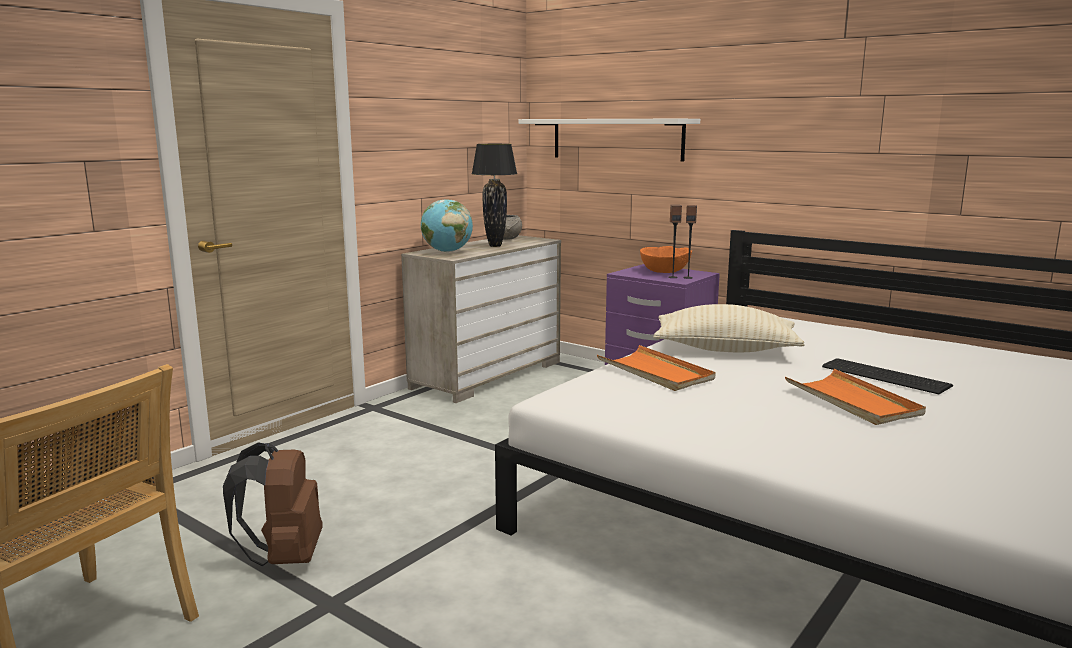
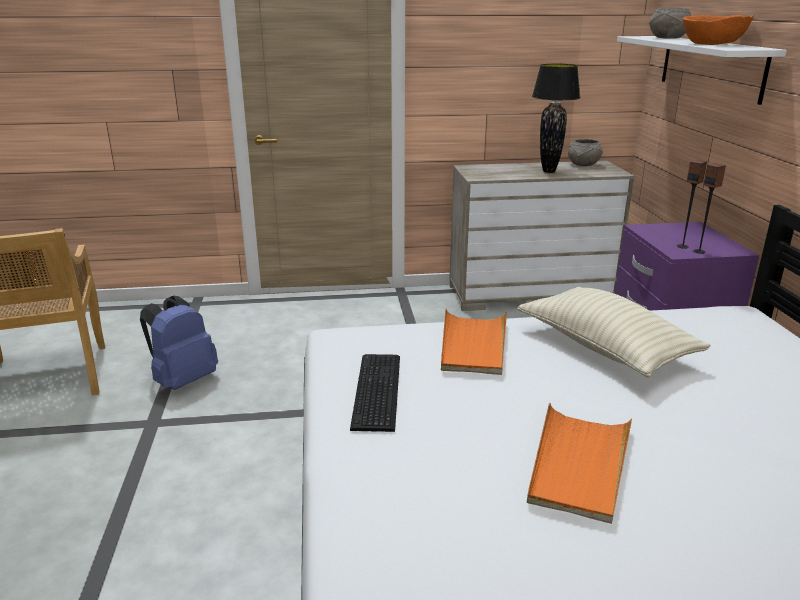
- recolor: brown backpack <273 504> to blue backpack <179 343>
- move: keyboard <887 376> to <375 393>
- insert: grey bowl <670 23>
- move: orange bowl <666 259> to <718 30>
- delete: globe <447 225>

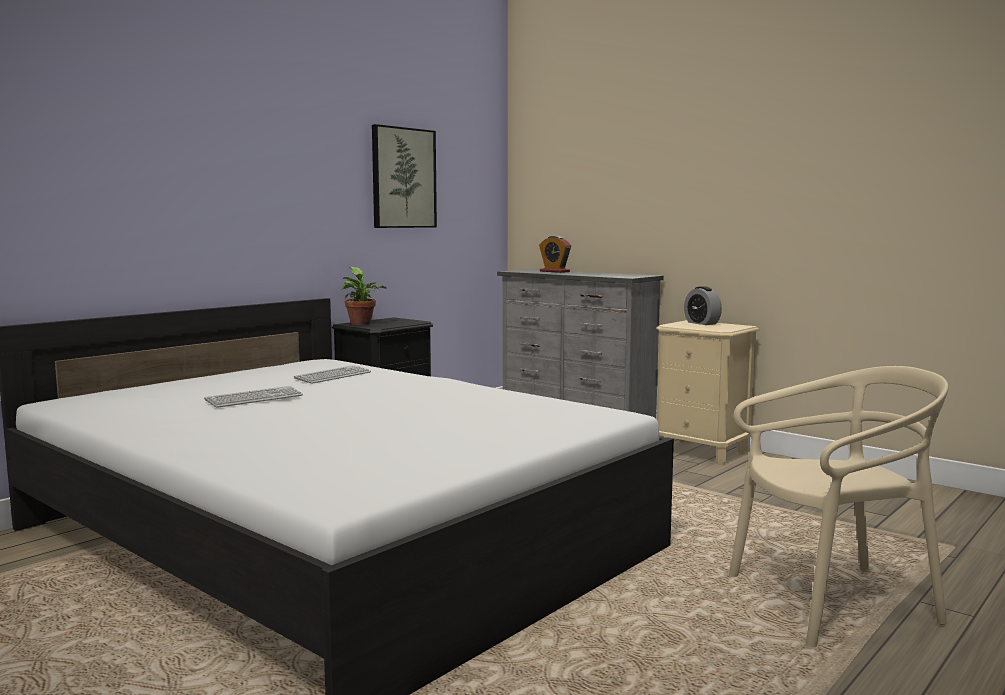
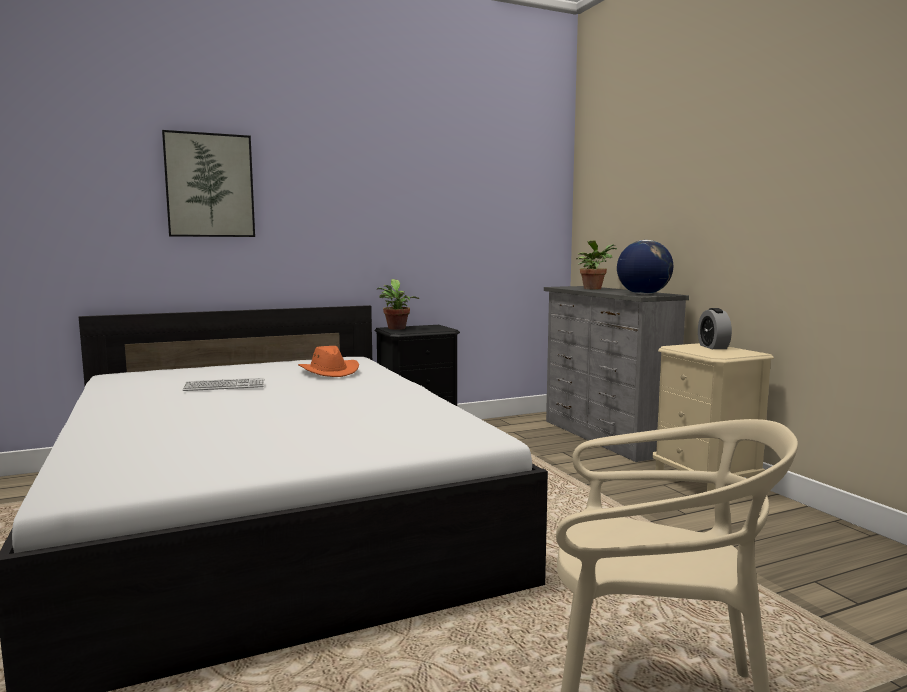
- move: picture <404 176> to <208 183>
- replace: keyboard <332 374> to orange hat <328 361>
- replace: alarm clock <555 254> to potted plant <596 265>
- insert: globe <645 267>

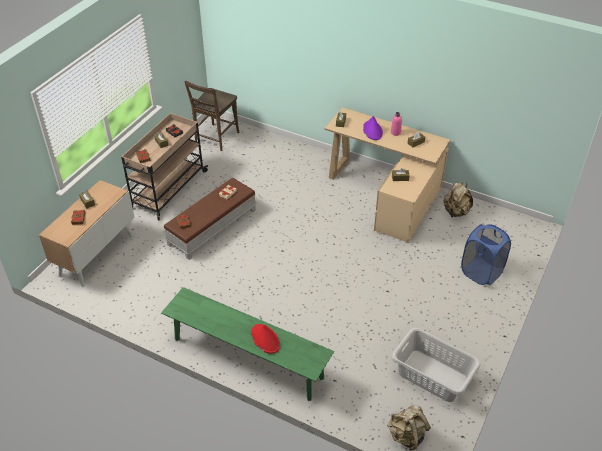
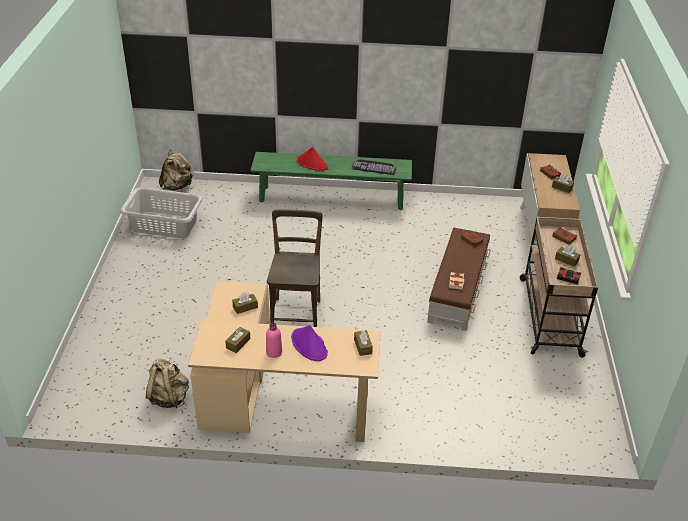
- move: brown chair <212 116> to <295 268>
- insert: keyboard <373 167>
- delete: blue laundry basket <486 254>

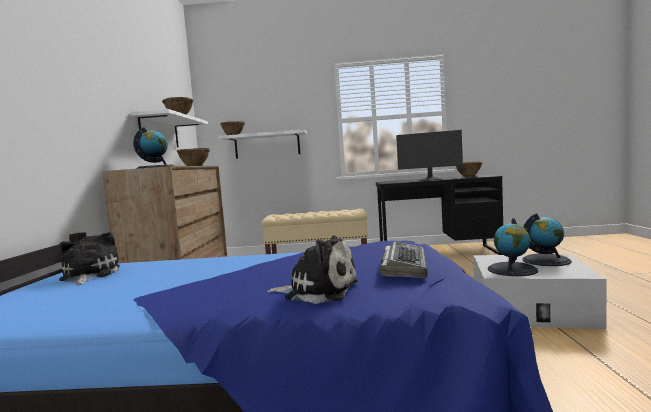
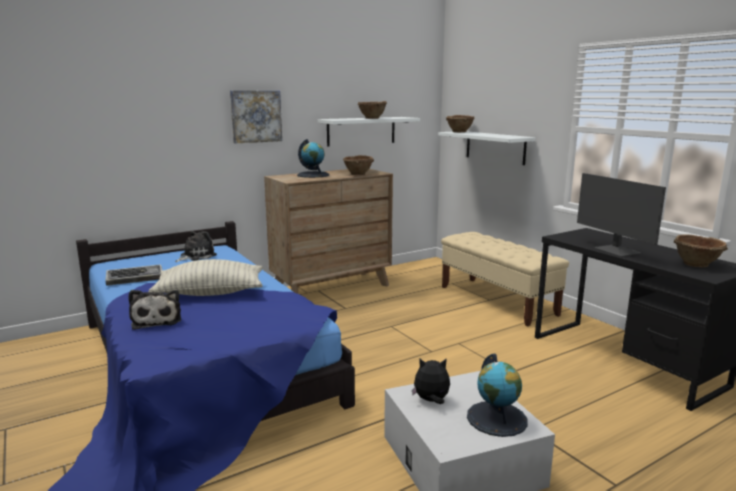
- move: keyboard <403 259> to <134 275>
- insert: pillow <205 277>
- insert: picture <256 116>
- replace: globe <513 247> to plush toy <431 381>

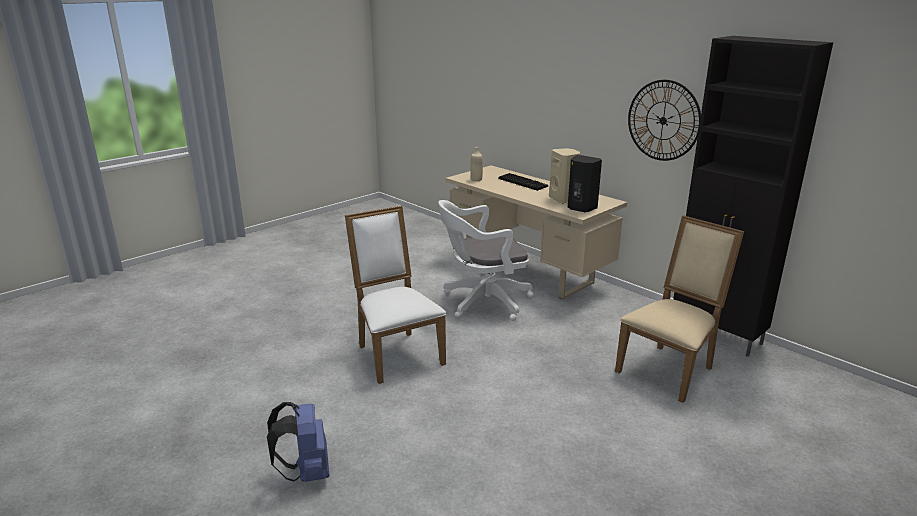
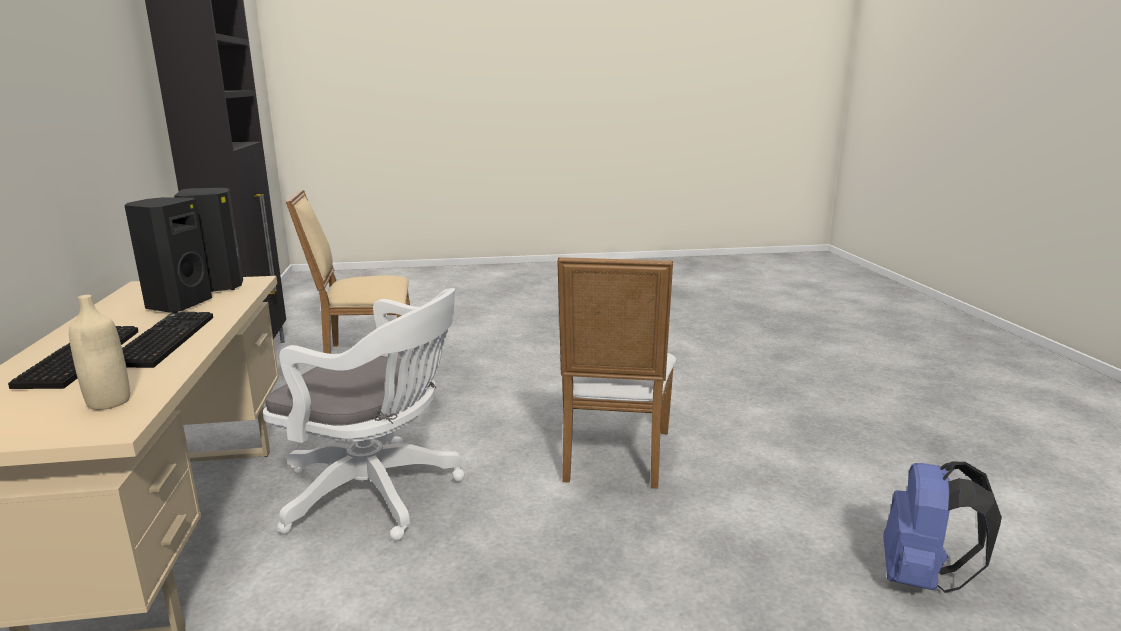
- insert: keyboard <167 340>
- recolor: beige speaker <564 175> to black speaker <168 255>
- move: blue backpack <298 442> to <942 527>
- delete: wall clock <664 120>

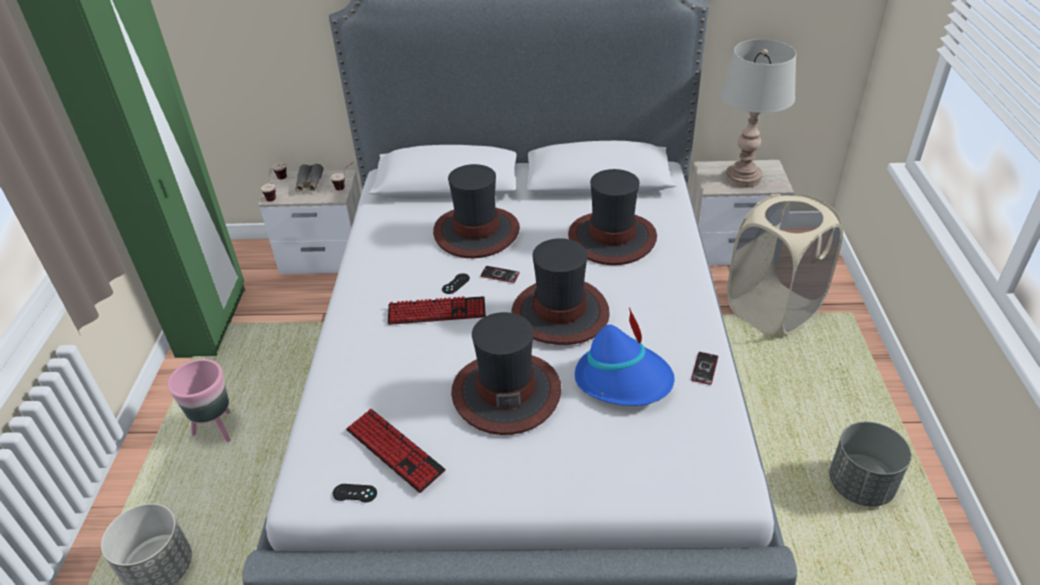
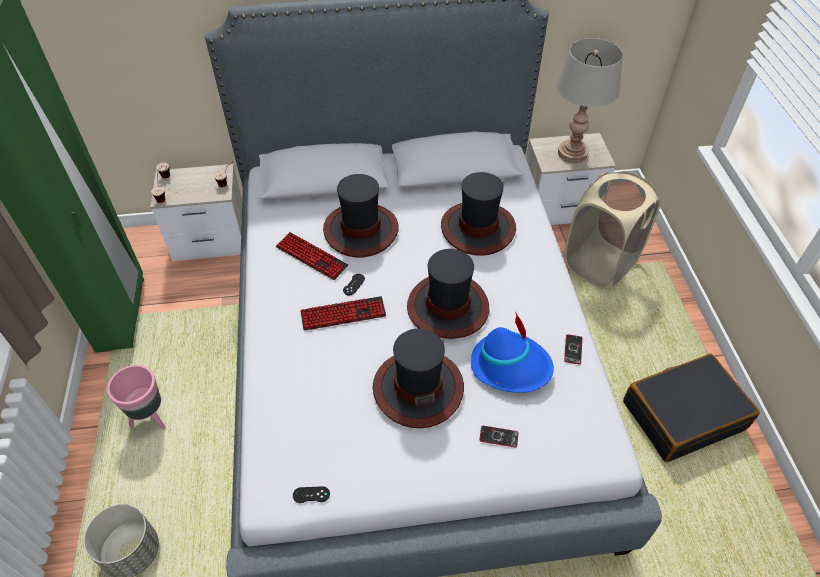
- move: keyboard <396 451> to <312 256>
- move: phone <500 274> to <498 437>
- replace: grey planter <870 464> to black suitcase <691 408>
- delete: grey binoculars <310 178>

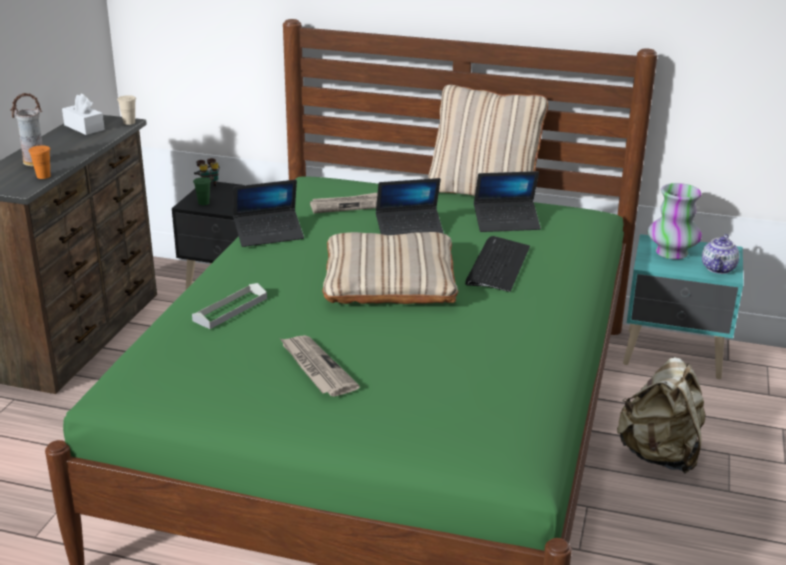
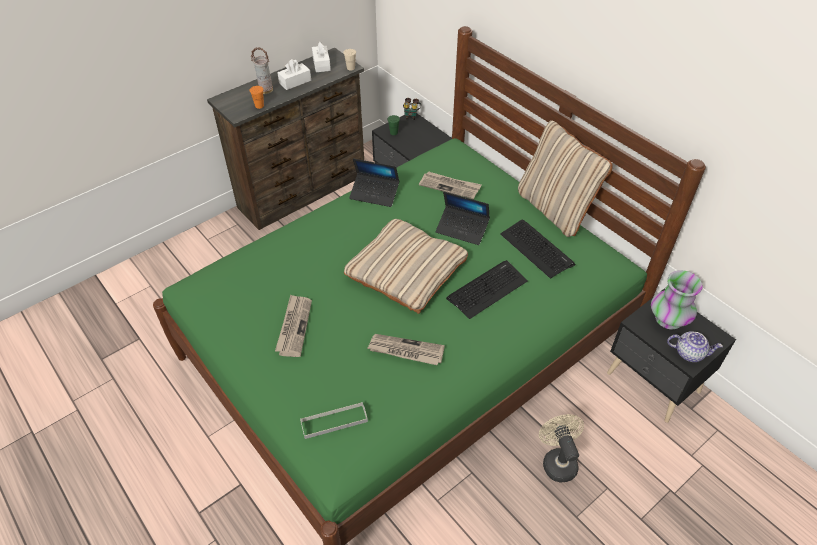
- insert: white tissue box <294 74>
- move: grey tray <229 306> to <334 420>
- insert: newspaper <406 349>
- replace: laptop <507 201> to keyboard <537 249>
- replace: beige backpack <661 415> to beige fan <561 448>
- recolor: turquoise nightstand <683 306> to black nightstand <671 356>
- rotate: teapot <720 254> = <695 347> 135 degrees counterclockwise

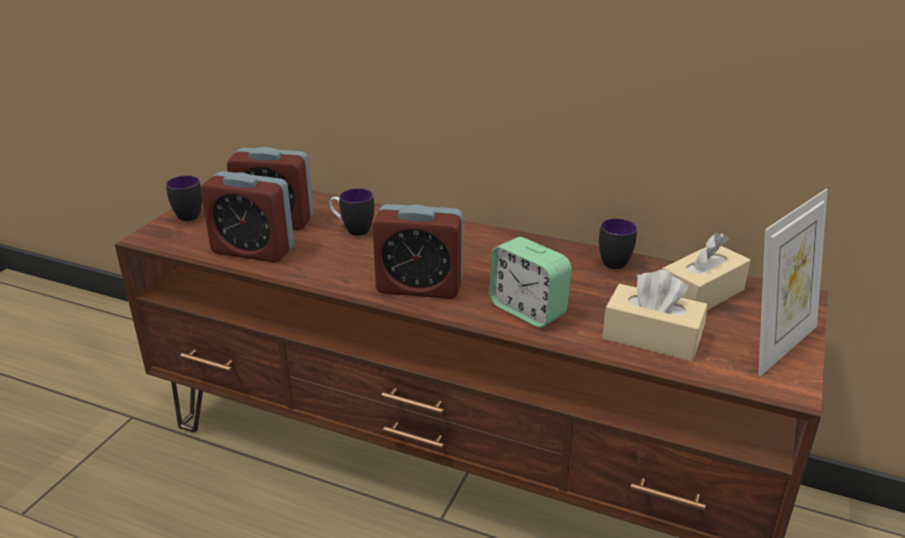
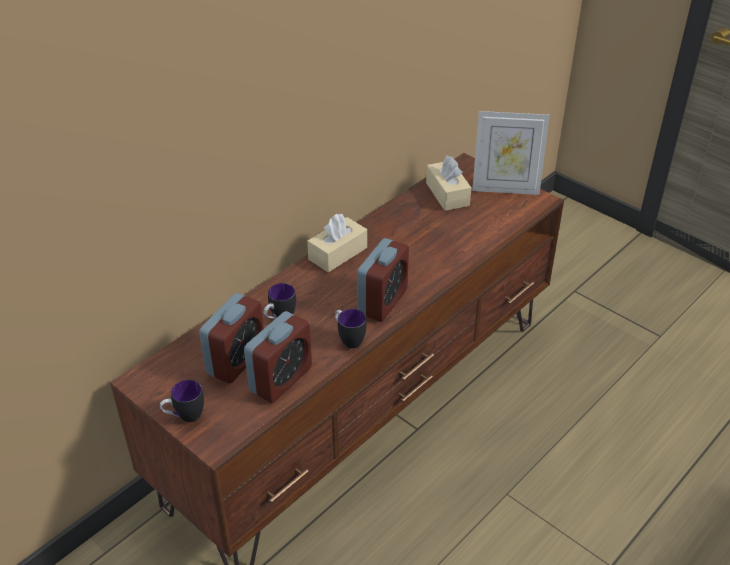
- move: beige tissue box <655 316> to <337 243>
- move: mug <618 243> to <351 328>
- rotate: picture frame <793 283> = <511 153> 120 degrees clockwise
- delete: alarm clock <530 282>

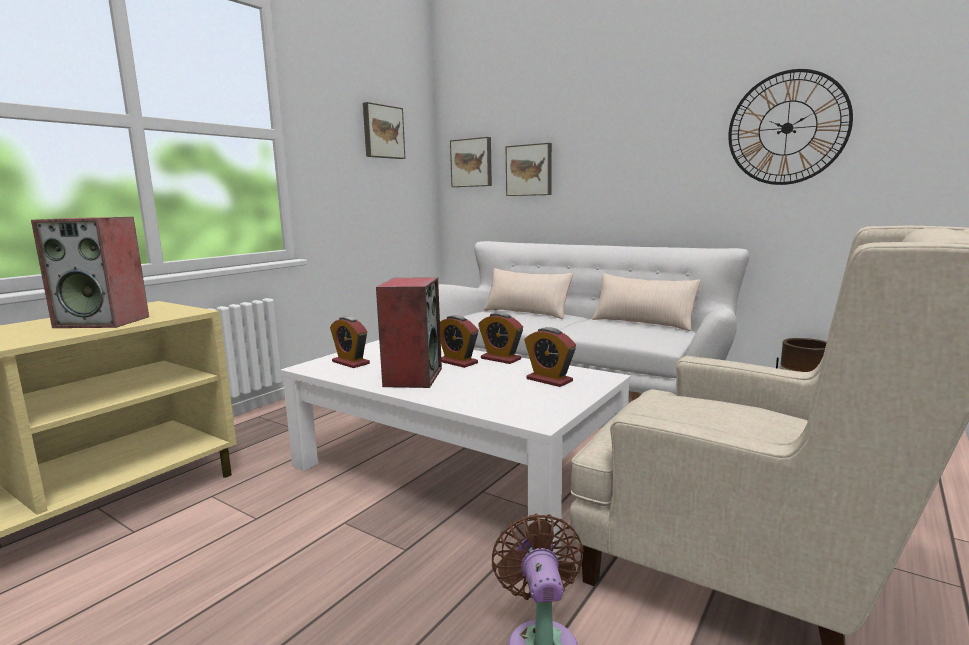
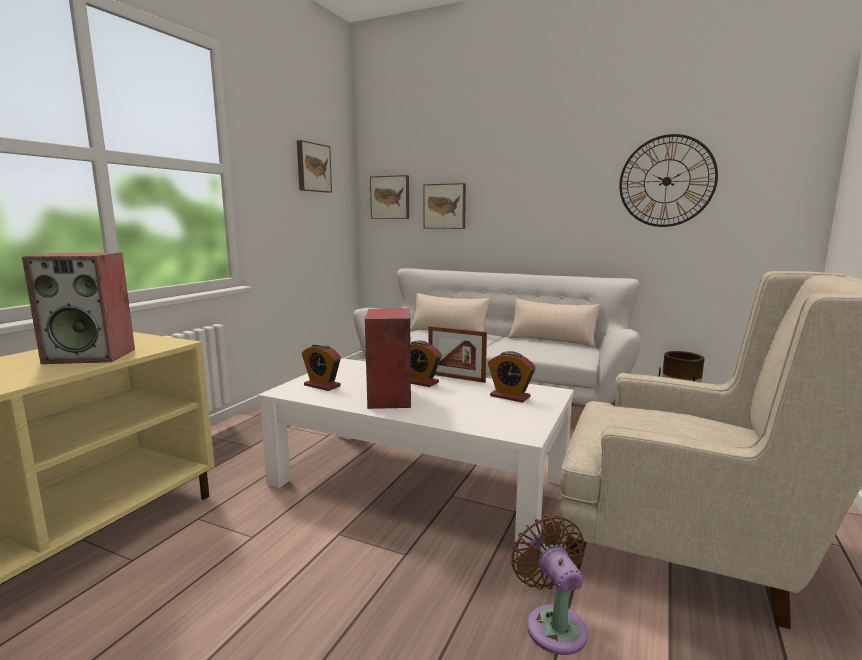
- replace: alarm clock <500 338> to picture frame <457 354>

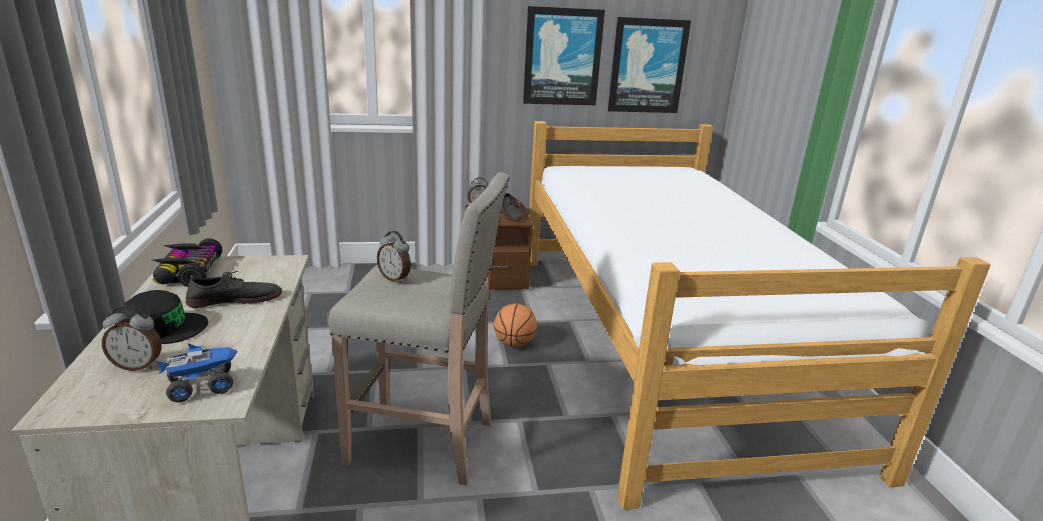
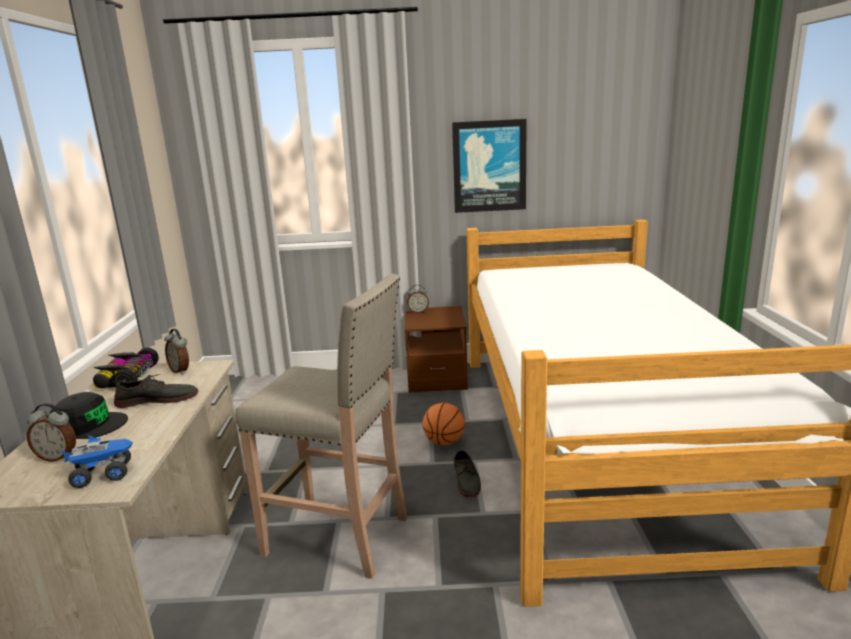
- move: alarm clock <394 257> to <176 351>
- move: grey shoe <512 207> to <467 473>
- delete: picture <649 65>

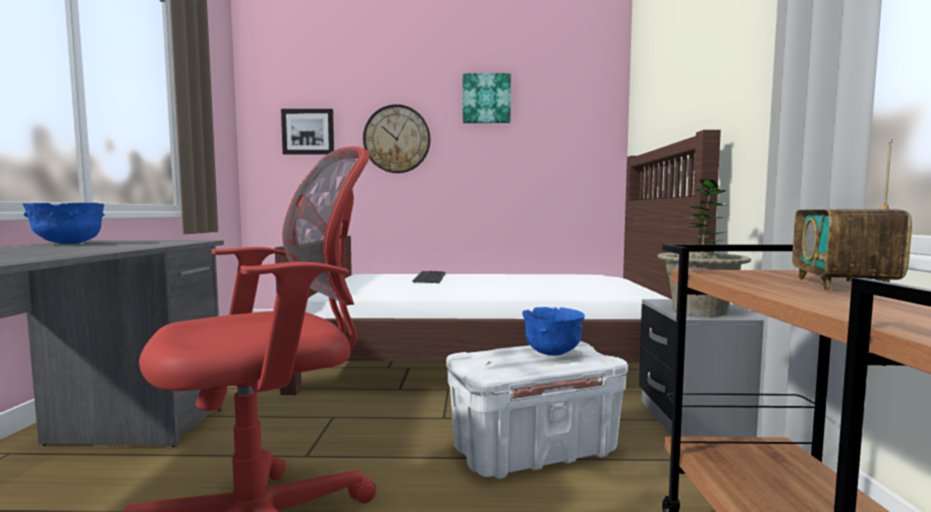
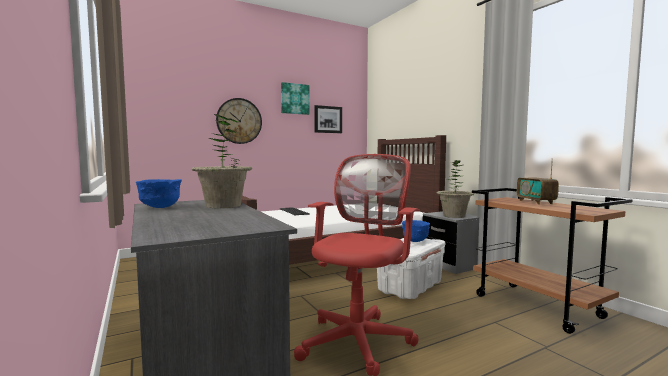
- insert: potted plant <221 161>
- move: picture <307 132> to <328 119>

